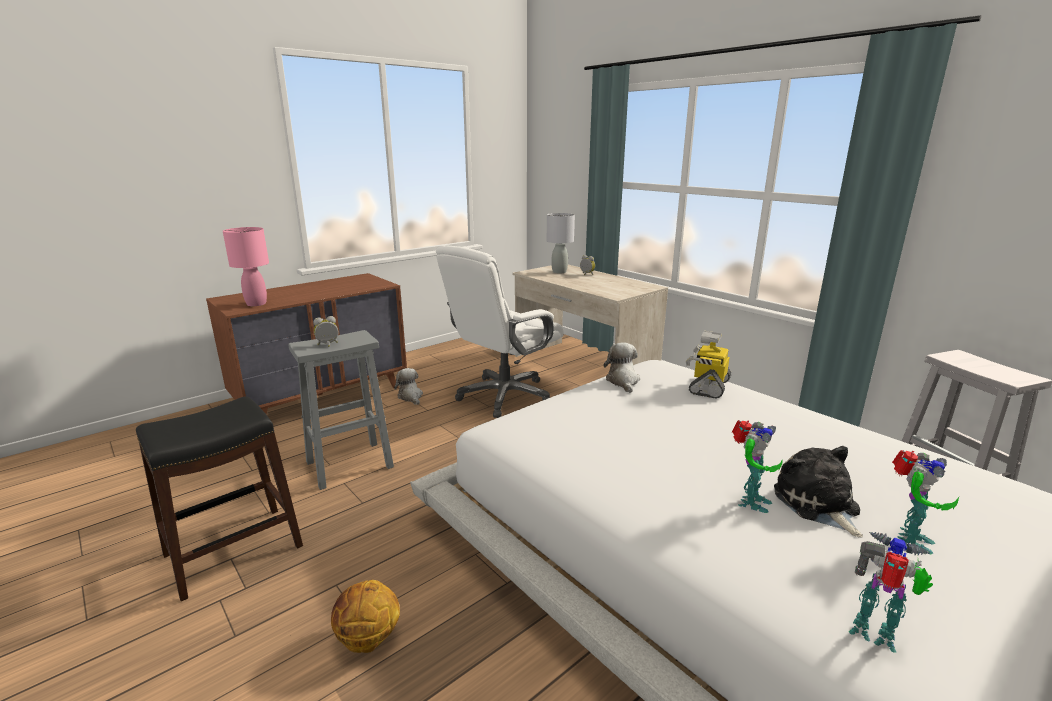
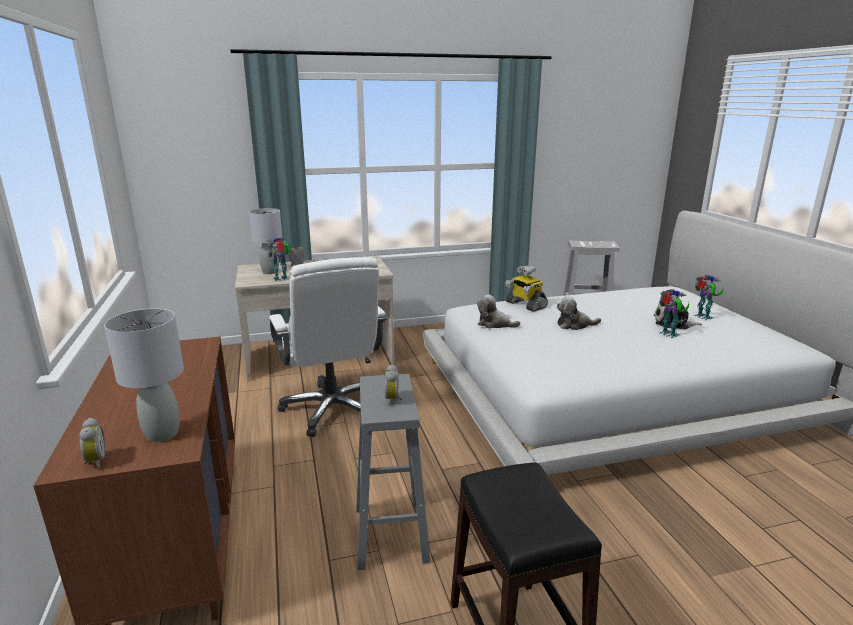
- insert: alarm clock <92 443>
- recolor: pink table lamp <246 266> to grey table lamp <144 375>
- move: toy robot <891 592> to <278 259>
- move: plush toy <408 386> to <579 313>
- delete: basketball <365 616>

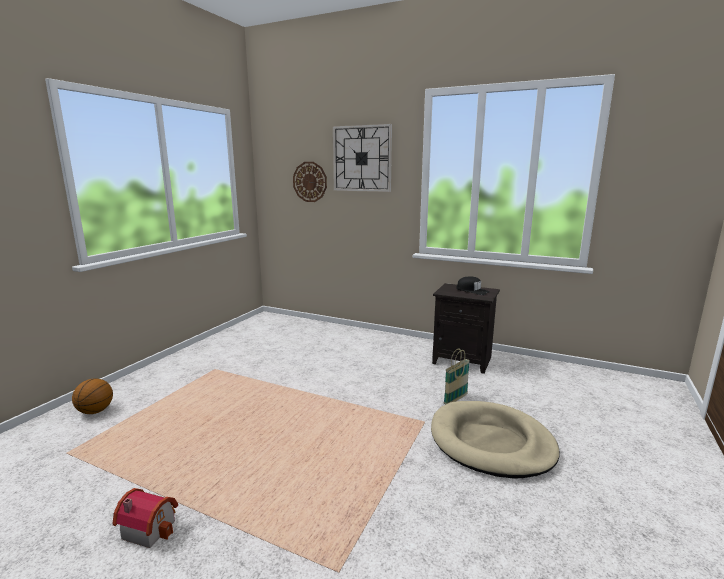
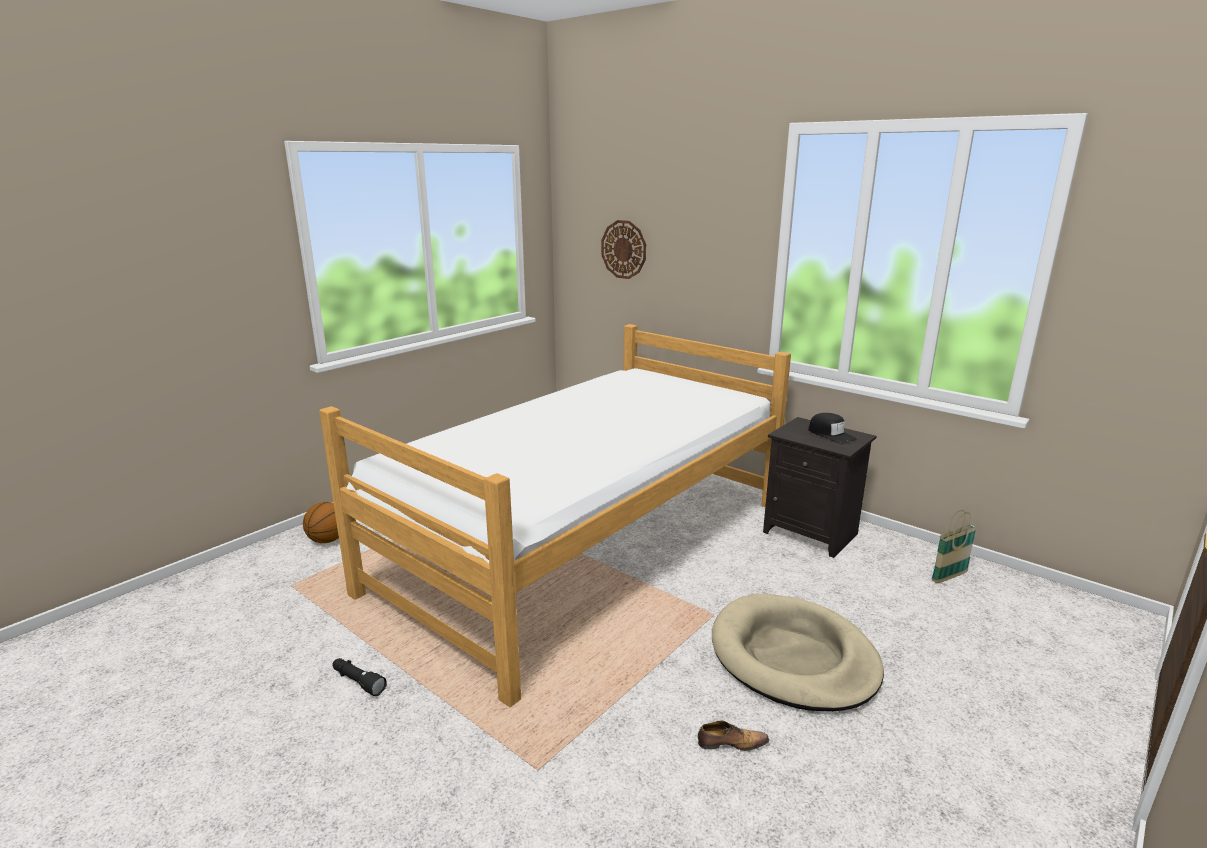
- insert: bed <555 515>
- replace: toy house <145 518> to black flashlight <360 677>
- insert: shoe <733 735>
- move: basket <457 376> to <954 546>
- delete: wall clock <362 158>

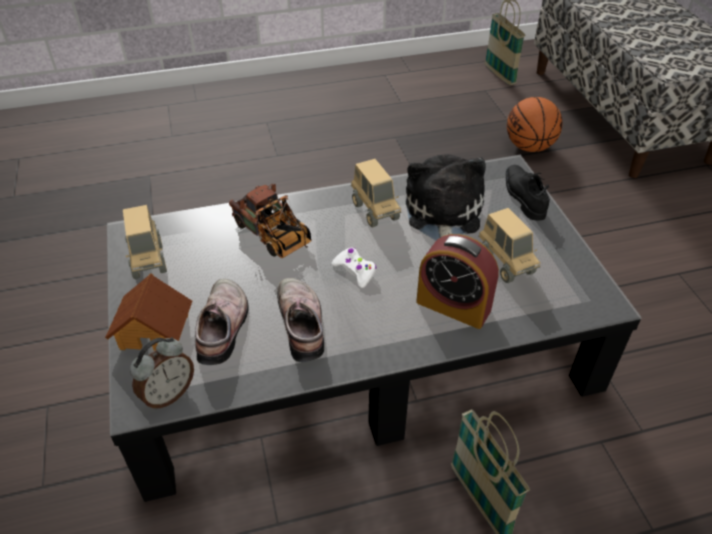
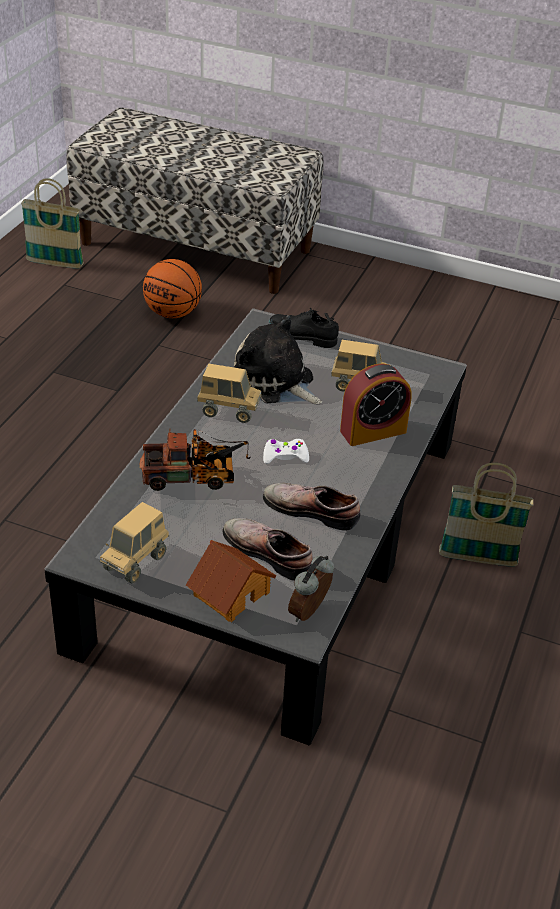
- rotate: toy truck <145 242> = <134 542> 105 degrees clockwise
- rotate: alarm clock <162 373> = <311 589> 135 degrees counterclockwise

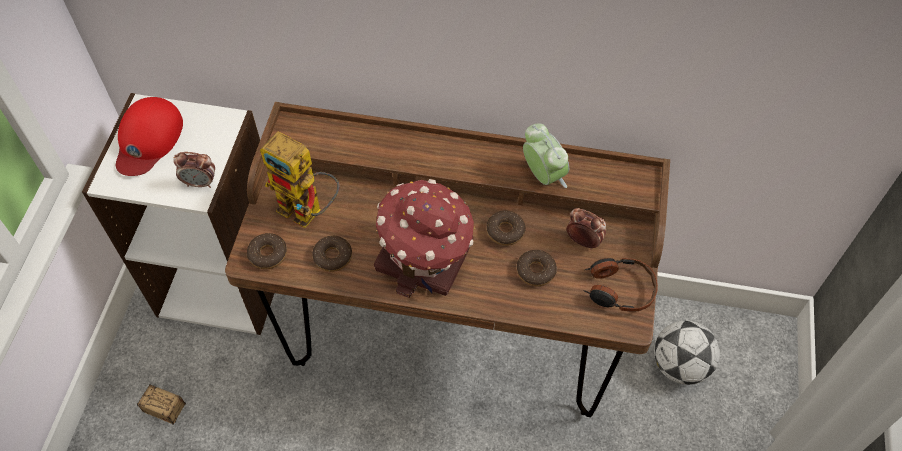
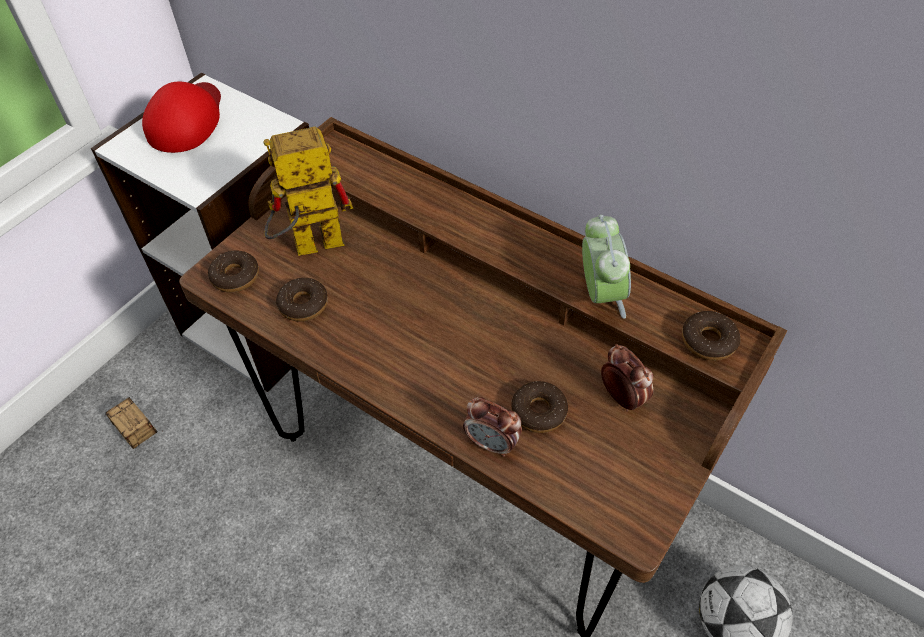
- rotate: red cap <149 136> = <181 117> 150 degrees clockwise
- rotate: toy robot <300 179> = <308 191> 105 degrees clockwise
- move: alarm clock <194 170> to <492 427>
- move: donut <506 228> to <711 336>
- delete: toy house <424 238>
- delete: headphones <621 285>

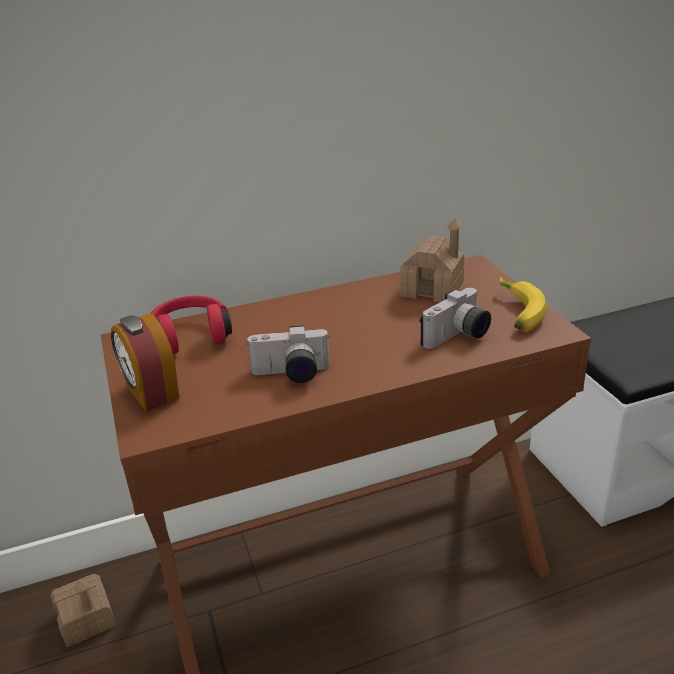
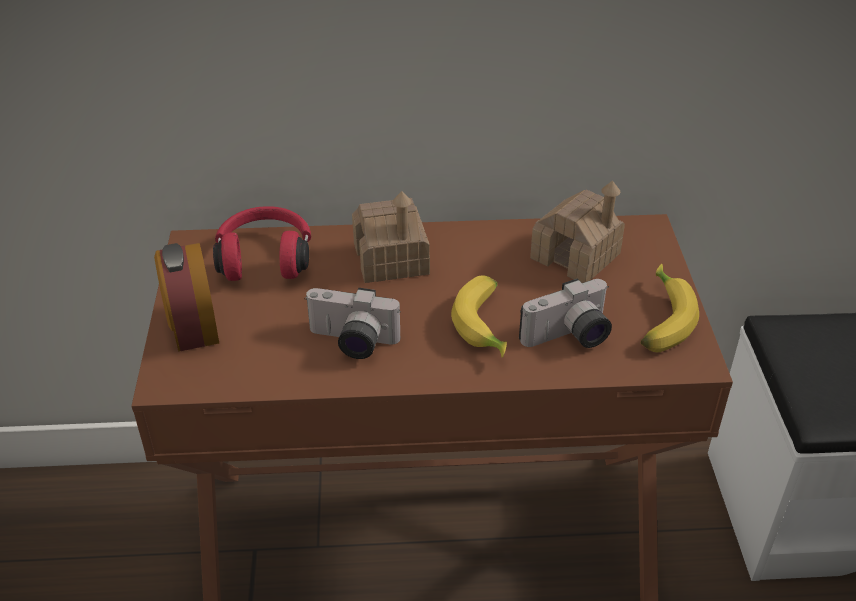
- move: toy house <83 610> to <391 237>
- insert: banana <479 316>

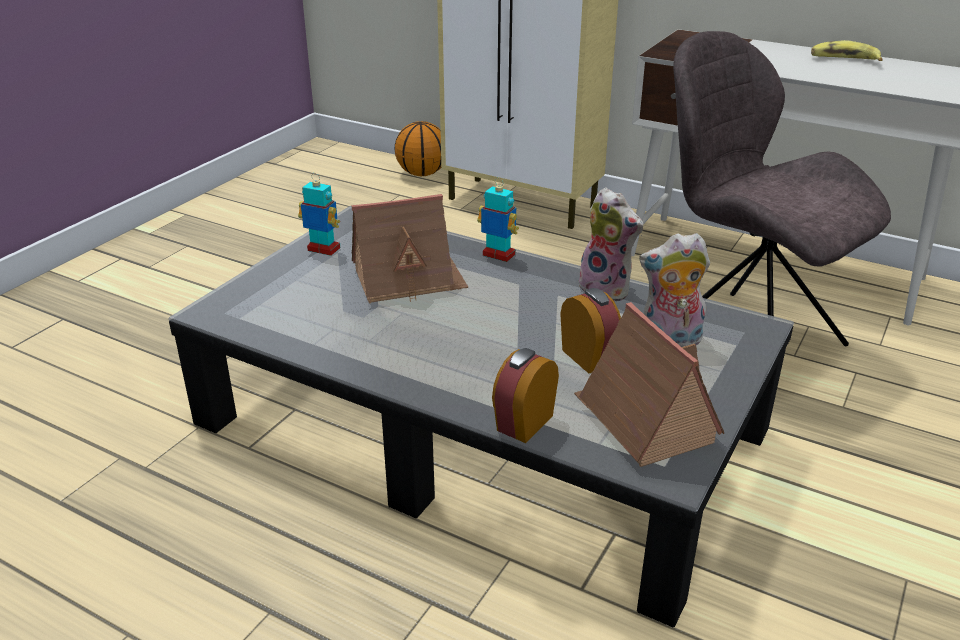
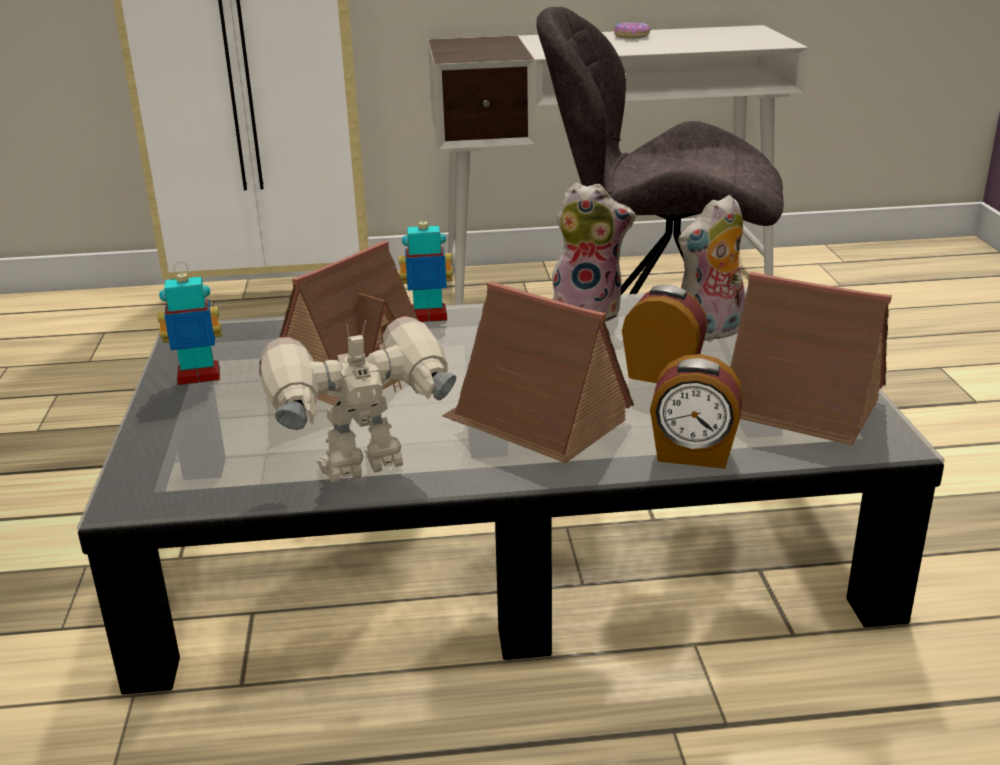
- insert: toy robot <357 399>
- insert: toy house <538 372>
- replace: banana <847 50> to donut <632 30>
- rotate: alarm clock <525 395> = <696 411> 75 degrees counterclockwise
- delete: basketball <418 148>

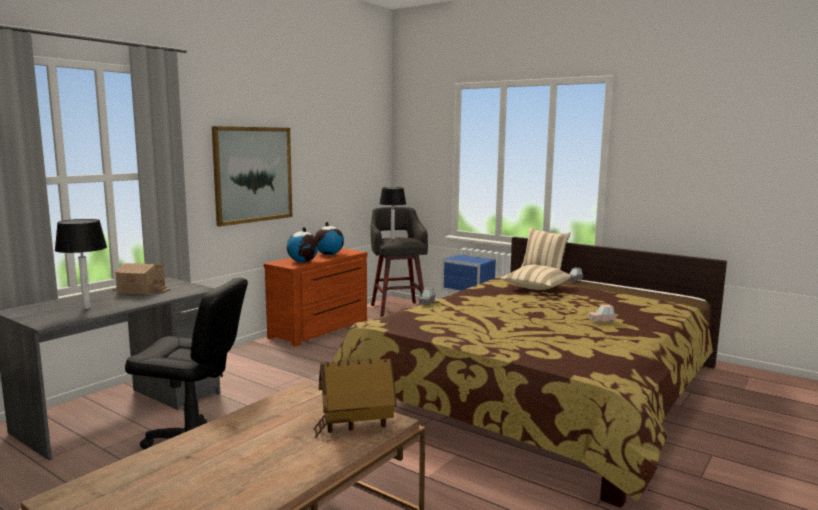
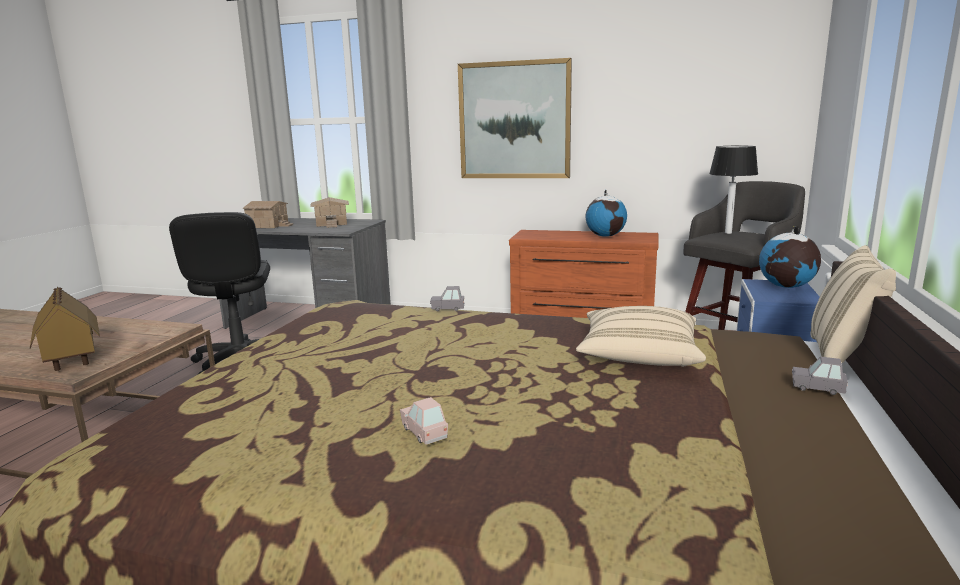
- replace: table lamp <81 264> to toy house <267 214>
- move: globe <302 245> to <790 257>

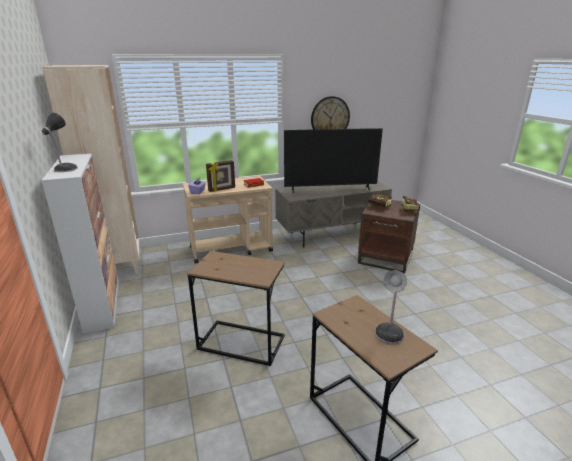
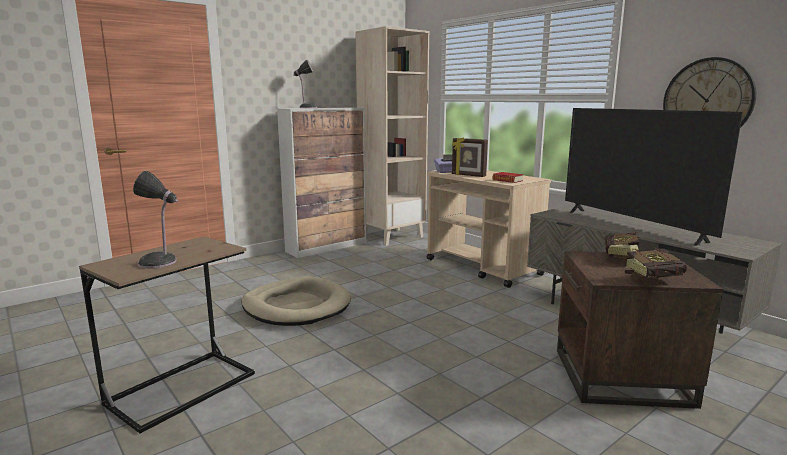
- replace: brown side table <236 308> to beige dog bed <296 301>

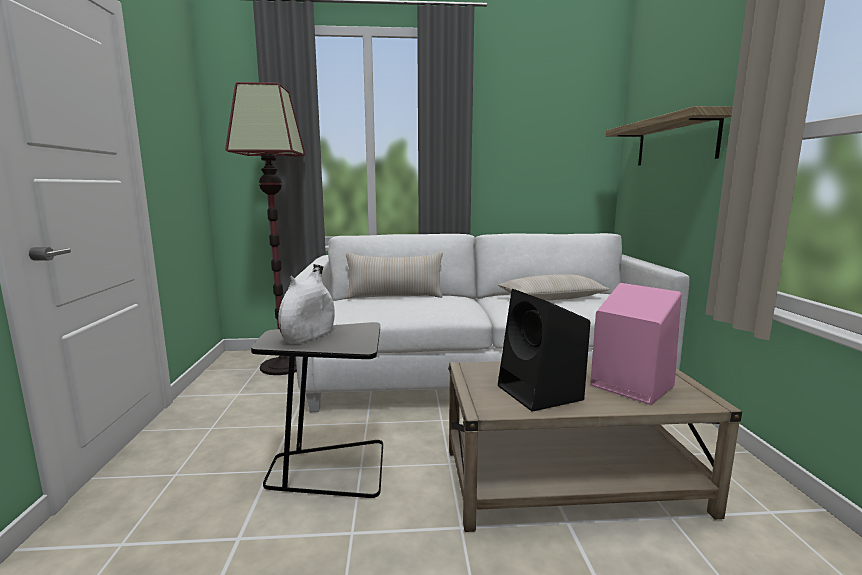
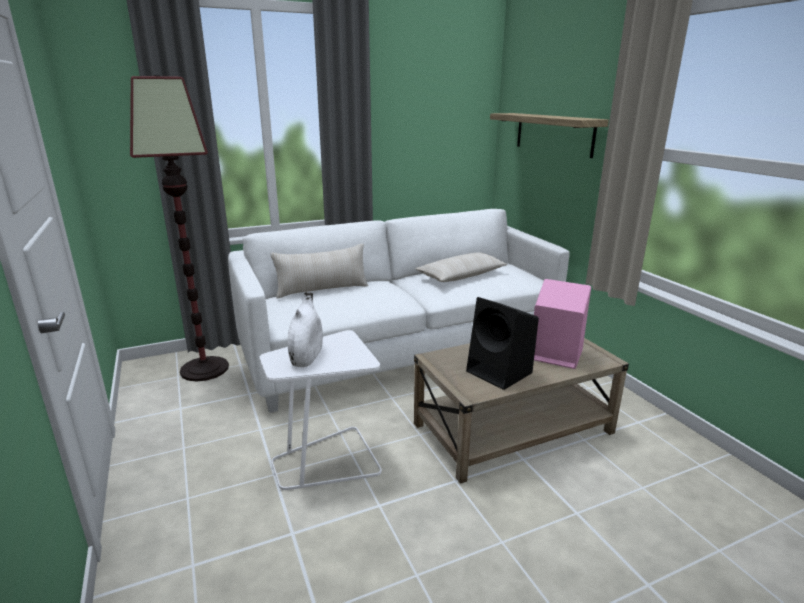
- recolor: black side table <317 410> to white side table <321 410>

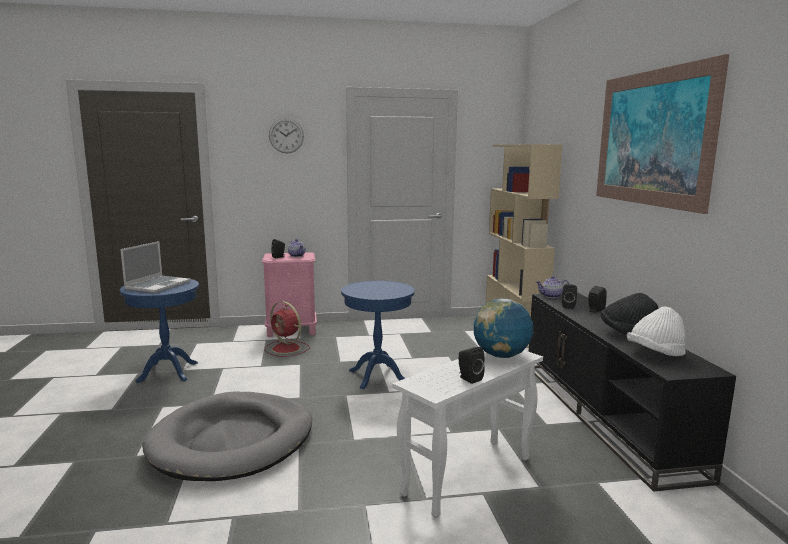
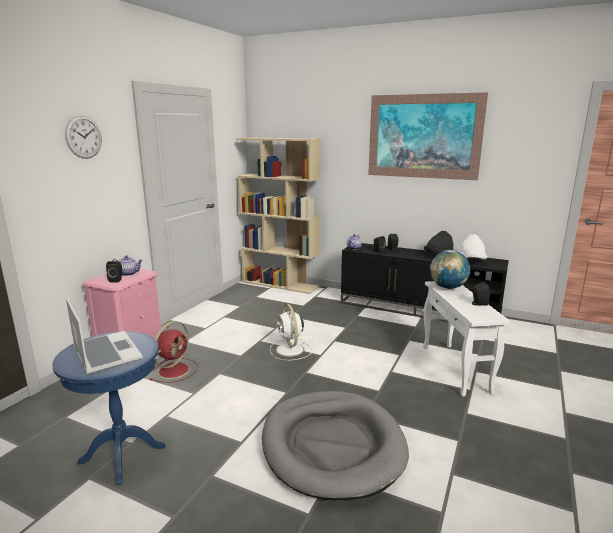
- rotate: red fan <287 329> = <174 352> 45 degrees counterclockwise
- replace: blue side table <378 335> to white fan <291 332>

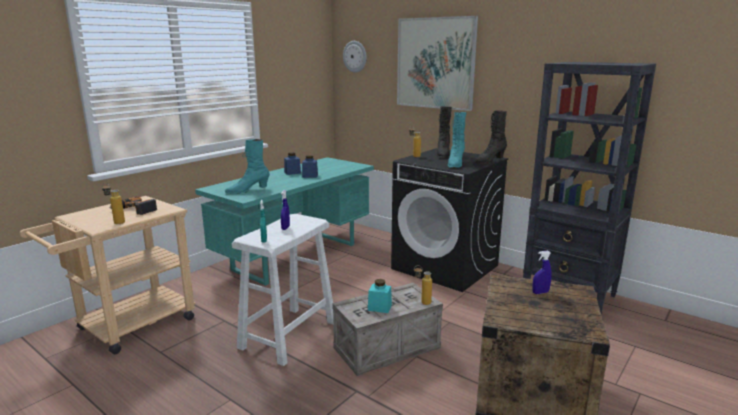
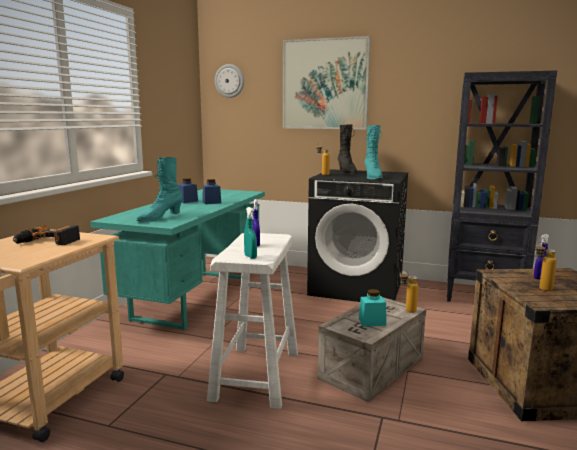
- move: bottle <113 203> to <546 266>
- delete: black boot <491 137>

